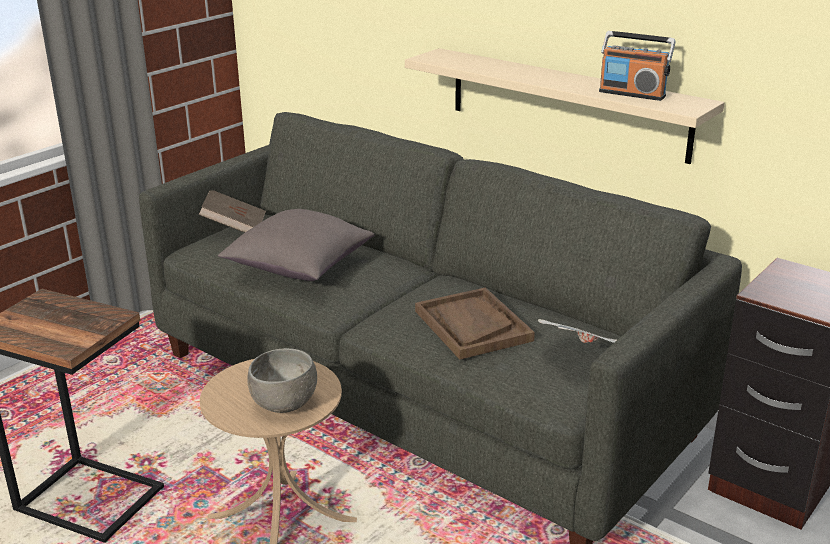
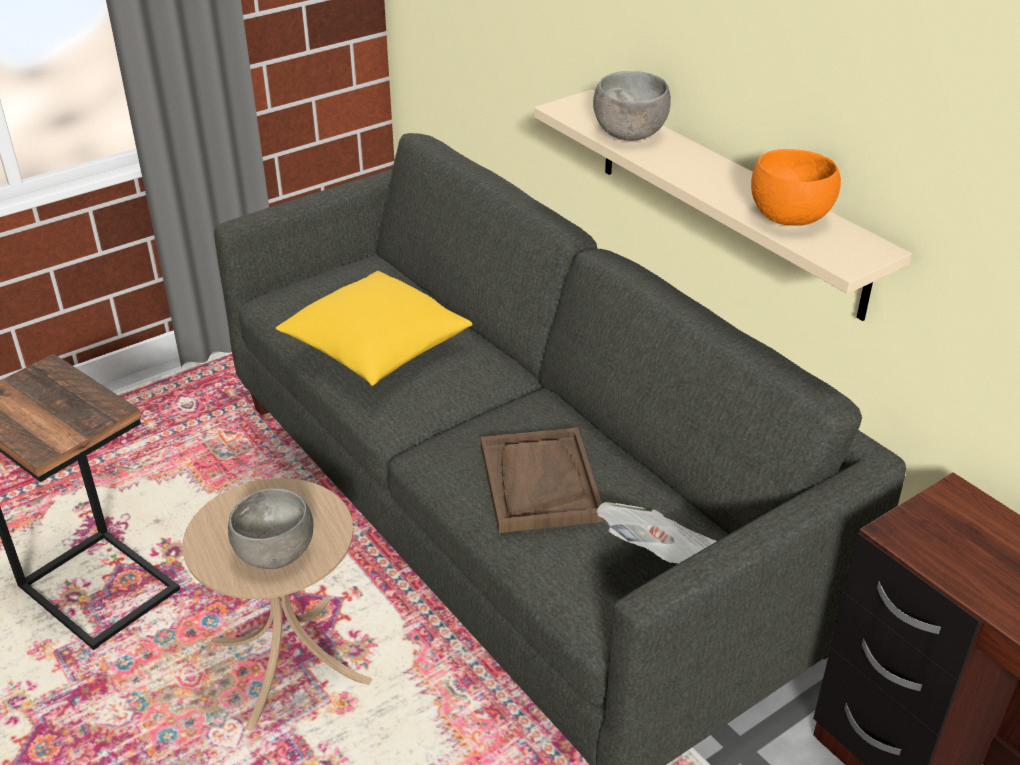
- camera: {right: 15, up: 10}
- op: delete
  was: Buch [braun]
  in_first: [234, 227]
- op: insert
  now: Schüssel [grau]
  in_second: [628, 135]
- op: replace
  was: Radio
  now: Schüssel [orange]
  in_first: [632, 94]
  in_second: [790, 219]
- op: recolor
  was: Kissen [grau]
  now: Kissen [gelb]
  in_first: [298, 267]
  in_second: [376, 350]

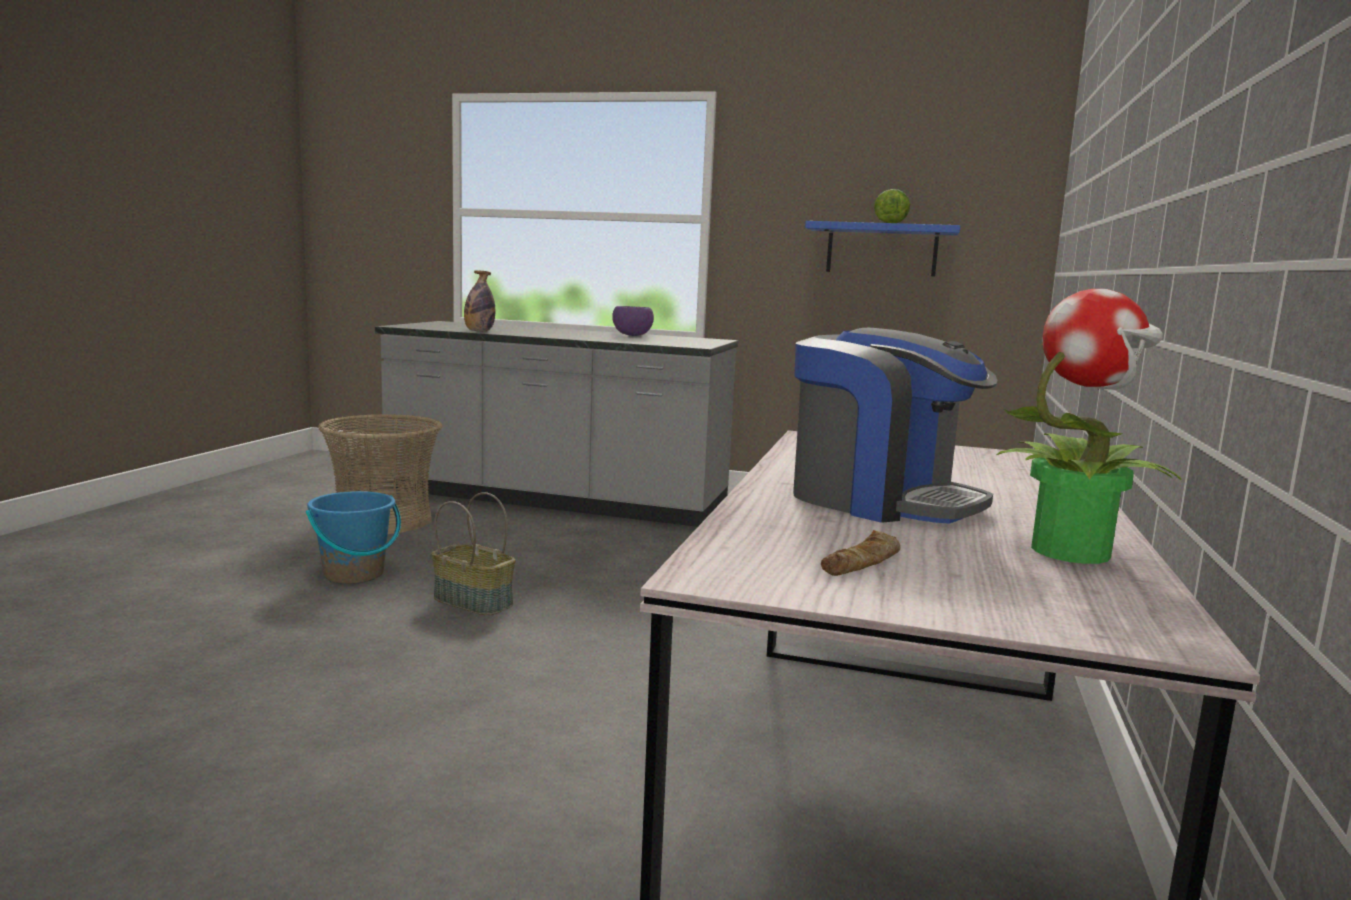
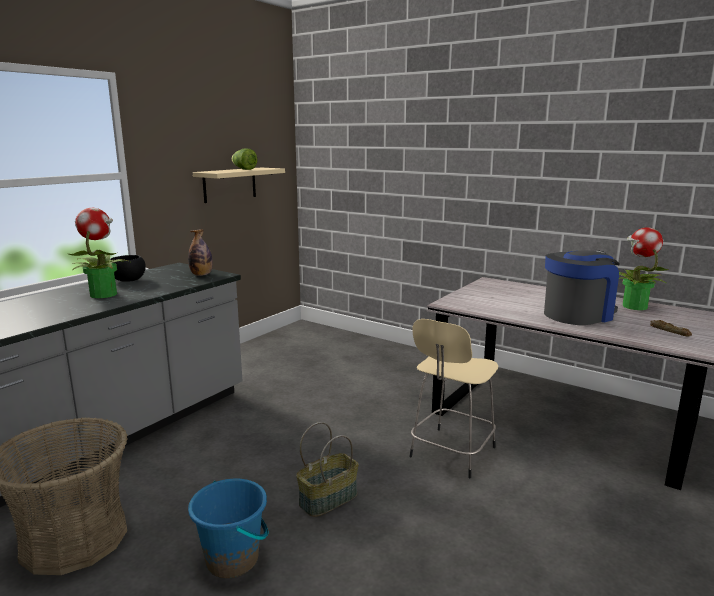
- camera: {right: -70, up: 5}
- op: insert
  now: Topfpflanze
  in_second: [103, 294]
- op: insert
  now: Hocker [beige]
  in_second: [451, 453]
- op: move
  was: Flasche
  in_first: [479, 331]
  in_second: [201, 275]
- op: recolor
  was: Schüssel [lila]
  now: Schüssel [schwarz]
  in_first: [632, 335]
  in_second: [128, 280]
- op: recolor
  was: Wandregal [blau]
  now: Wandregal [beige]
  in_first: [881, 250]
  in_second: [229, 184]

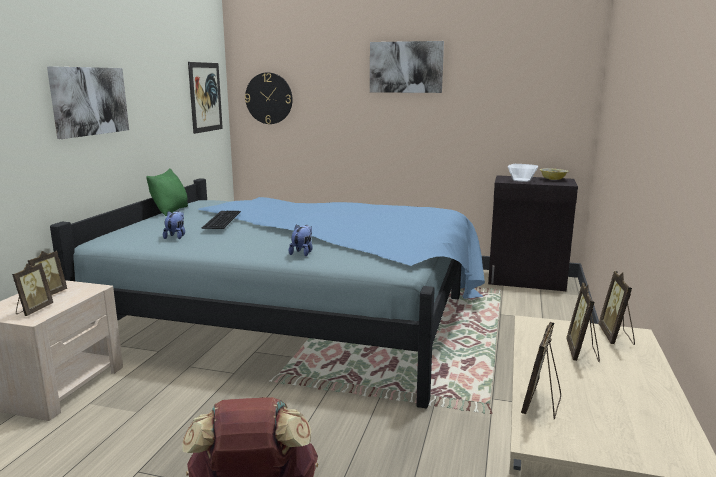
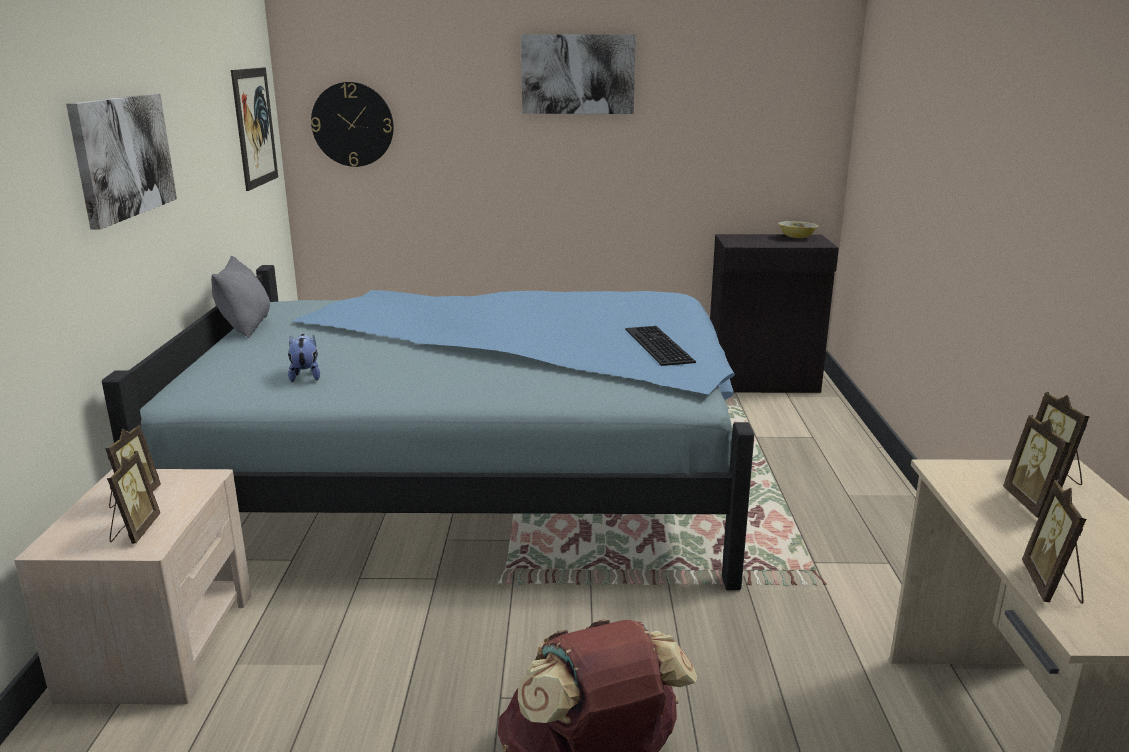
- camera: {right: -15, up: 5}
- op: delete
  was: Plüschtier
  in_first: [302, 253]
- op: delete
  was: Schüssel
  in_first: [521, 180]
- op: move
  was: Tastatur
  in_first: [221, 219]
  in_second: [656, 345]
- op: recolor
  was: Kissen [grün]
  now: Kissen [grau]
  in_first: [170, 211]
  in_second: [246, 327]

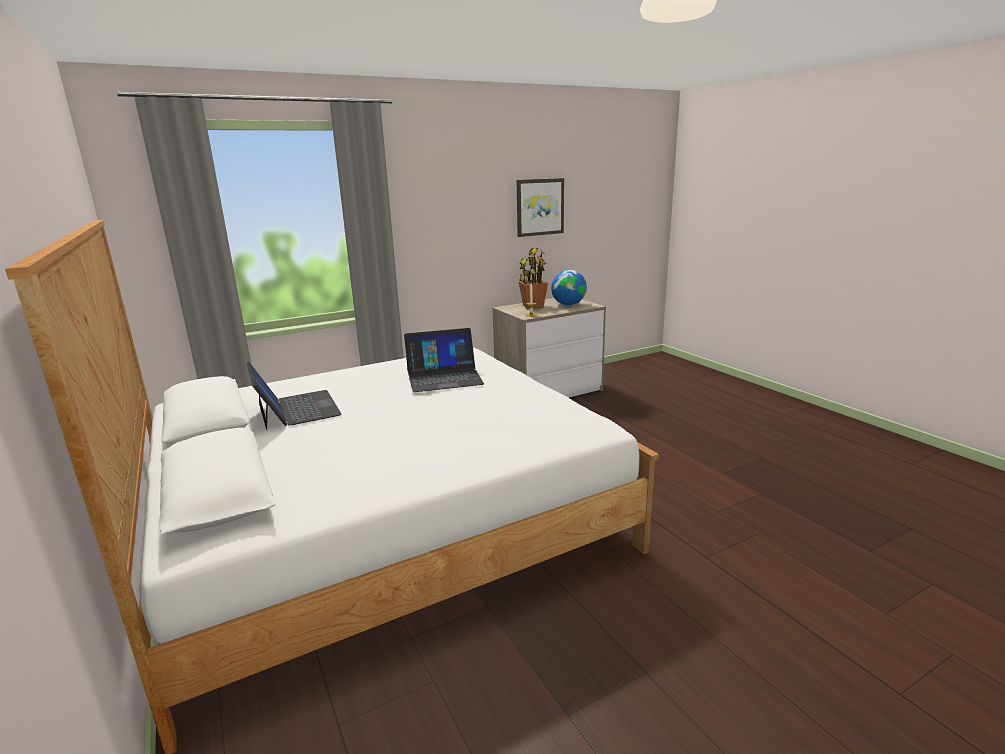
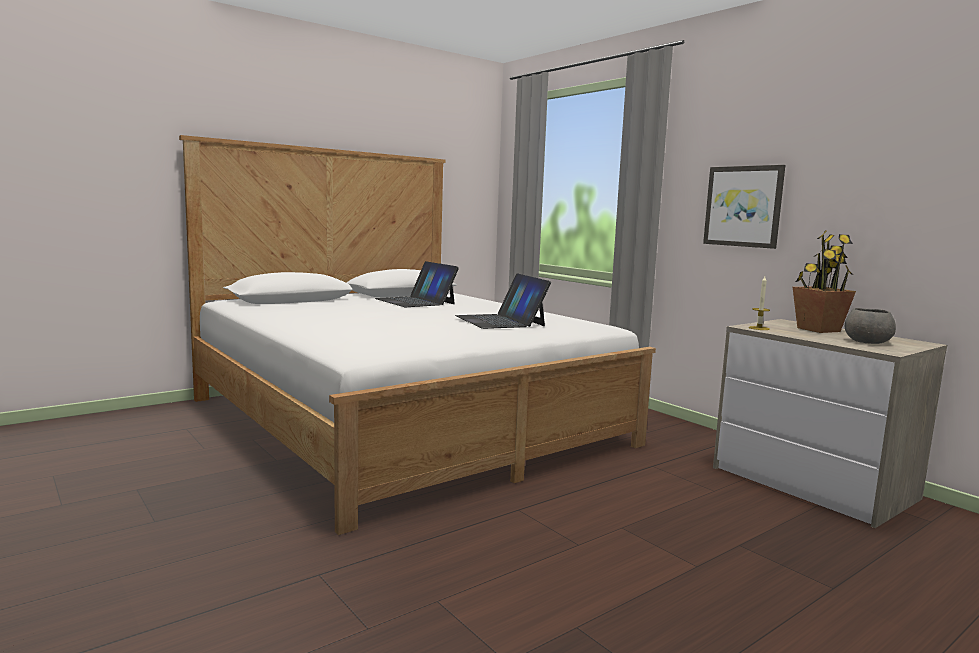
- camera: {right: 80, up: -10}
- op: move
  was: Bild
  in_first: [539, 207]
  in_second: [743, 206]
- op: replace
  was: Globus
  now: Schüssel [grau]
  in_first: [568, 304]
  in_second: [866, 342]
- op: rotate
  was: Laptop
  in_first: [296, 409]
  in_second: [415, 301]
  clockwise: 90

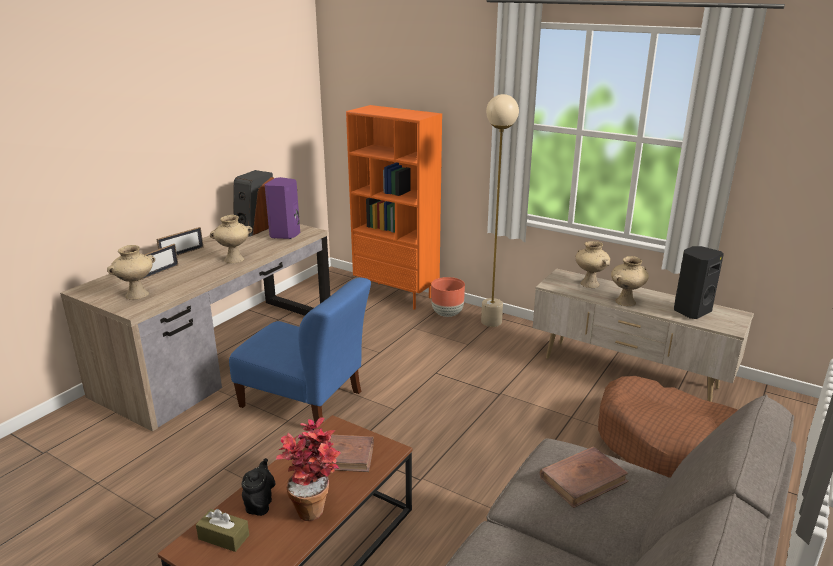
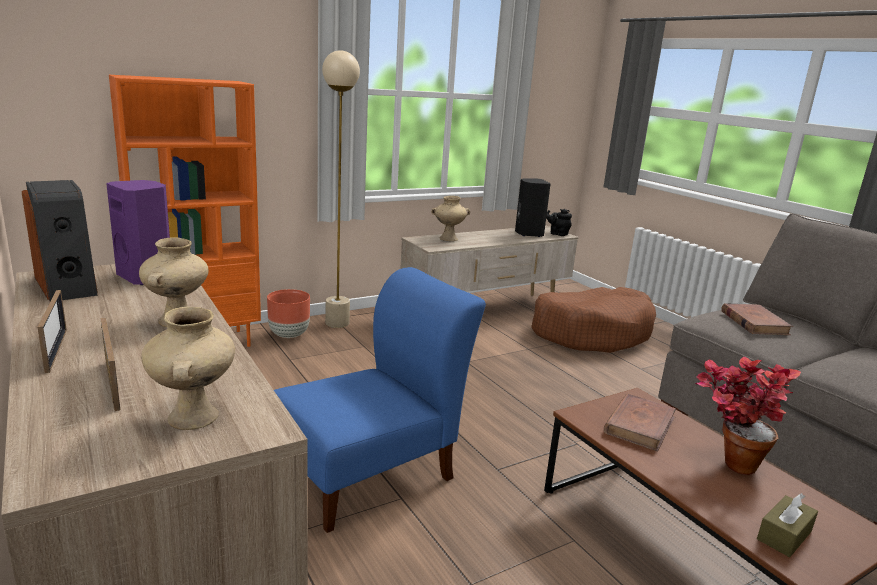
- camera: {right: -65, up: -5}
- op: delete
  was: Vase [beige]
  in_first: [625, 302]
- op: move
  was: Teekanne [schwarz]
  in_first: [260, 503]
  in_second: [557, 234]

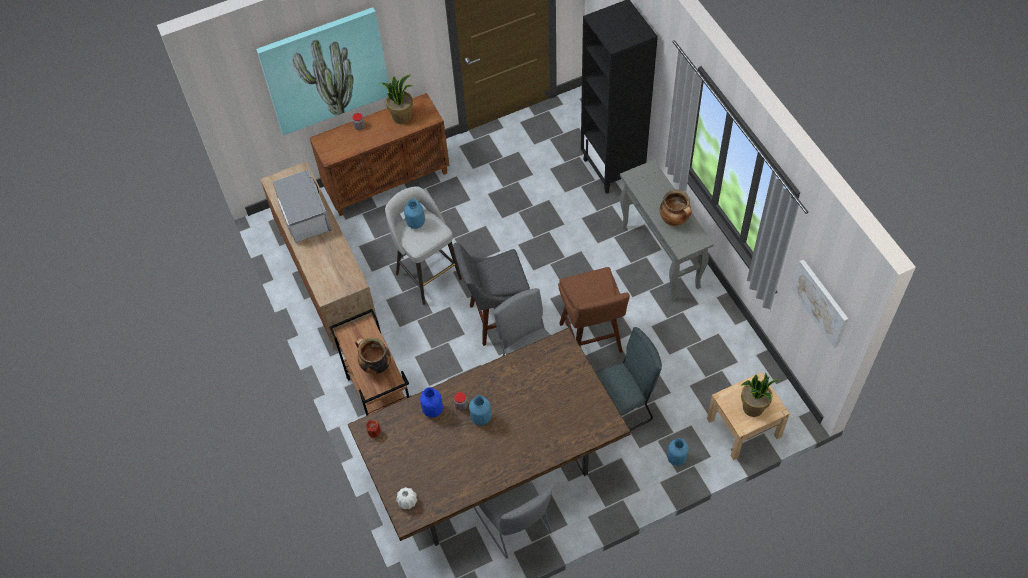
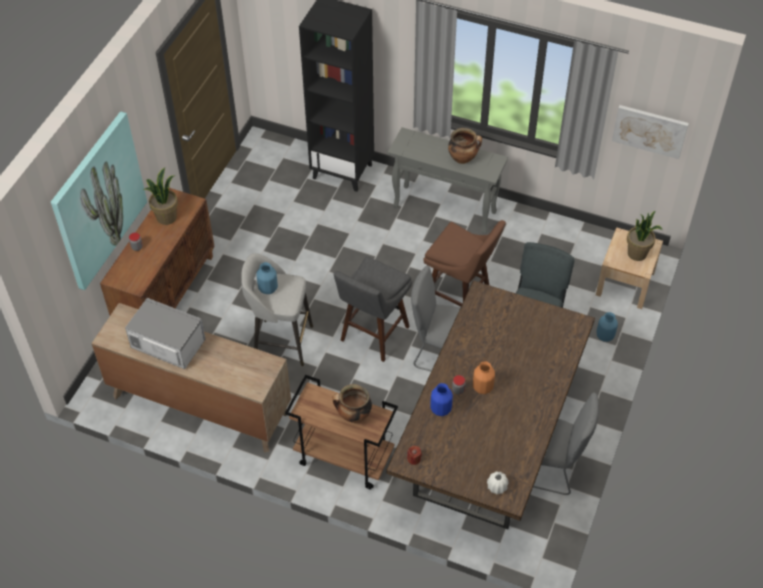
- camera: {right: -45, up: -5}
- op: recolor
  was: Vase [blau]
  now: Vase [orange]
  in_first: [481, 418]
  in_second: [483, 387]

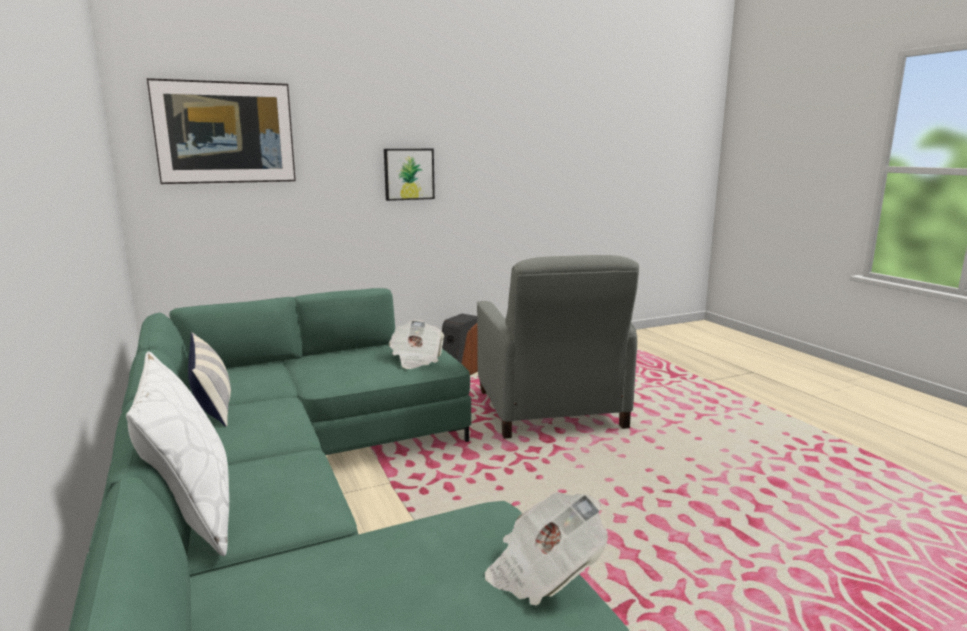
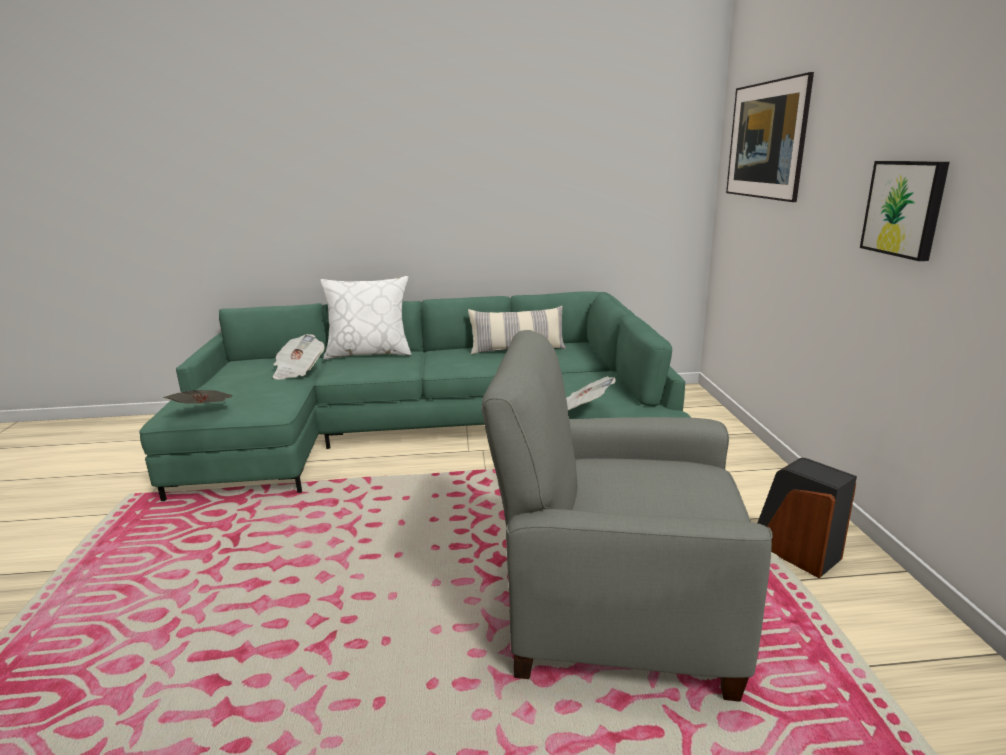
- camera: {right: 110, up: 5}
- op: insert
  now: Zeitung
  in_second: [298, 371]

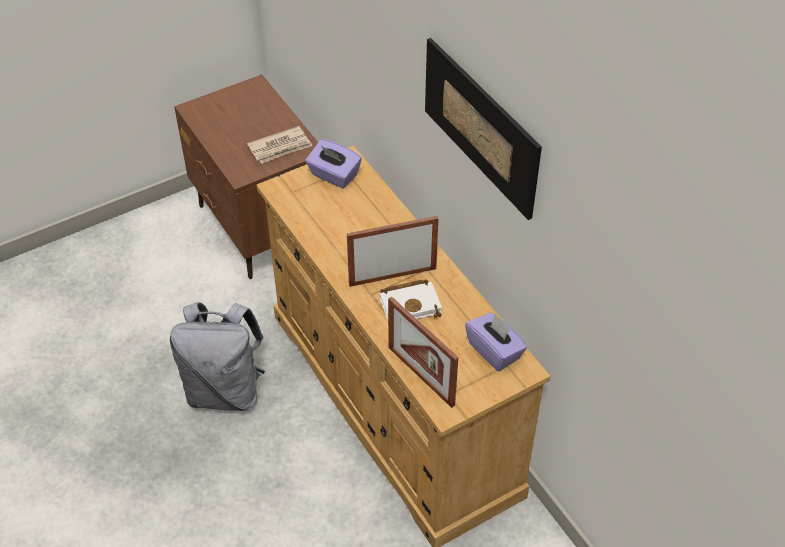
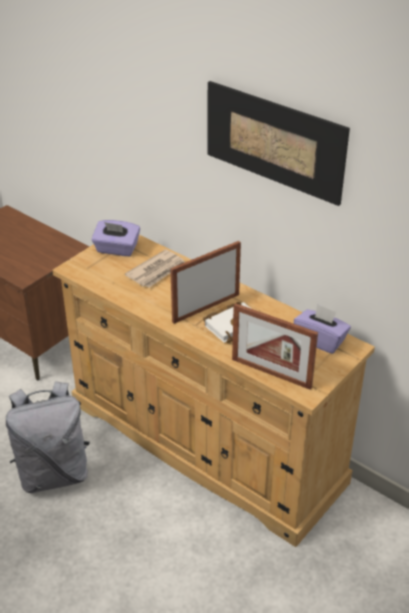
- camera: {right: -20, up: -10}
- op: move
  was: Zeitung
  in_first: [280, 147]
  in_second: [157, 271]

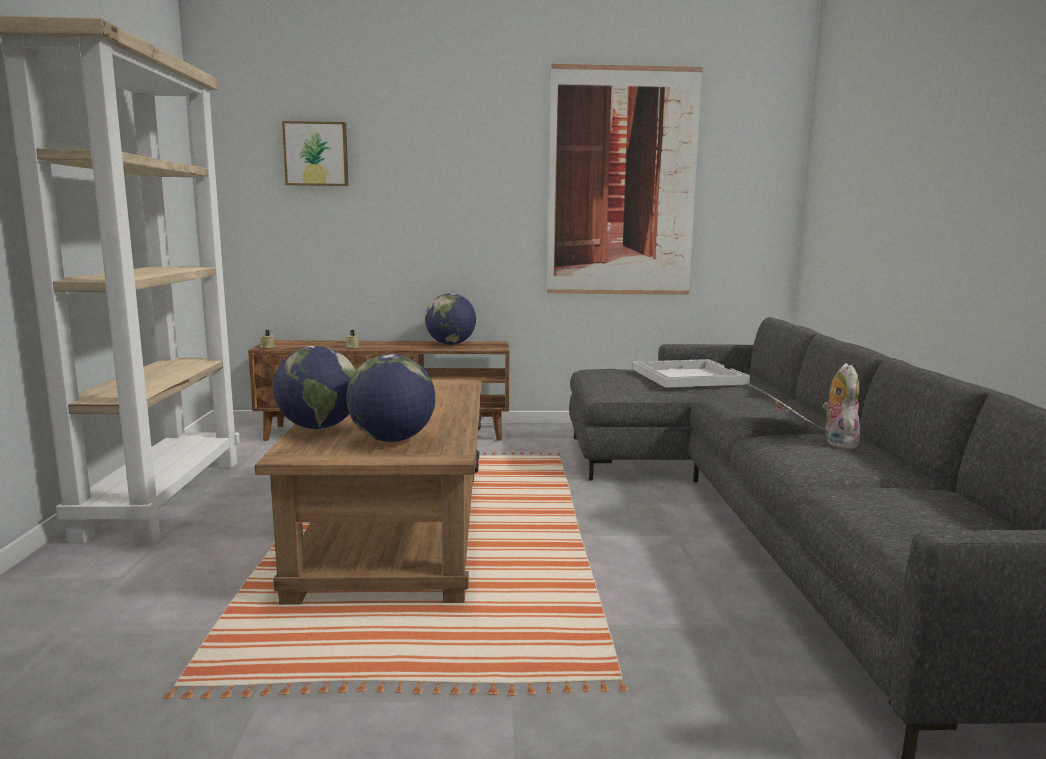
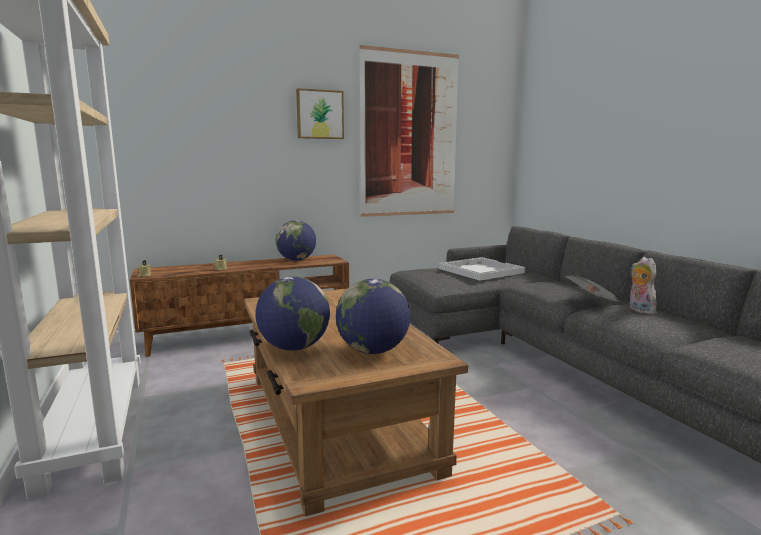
- camera: {right: -20, up: 0}
- op: move
  was: Bild
  in_first: [316, 154]
  in_second: [319, 114]

